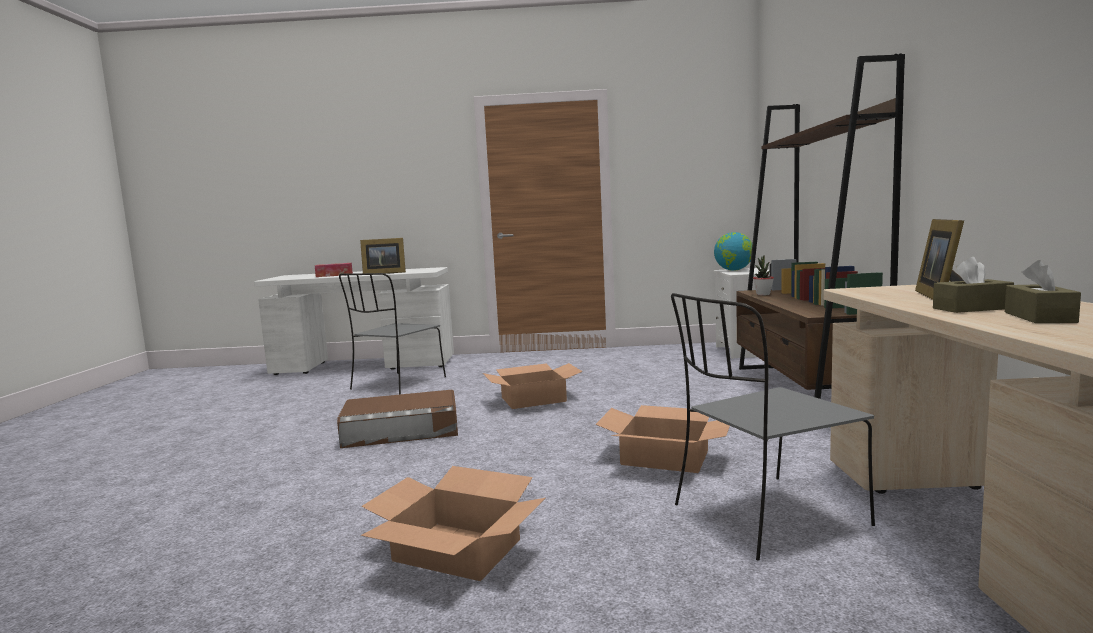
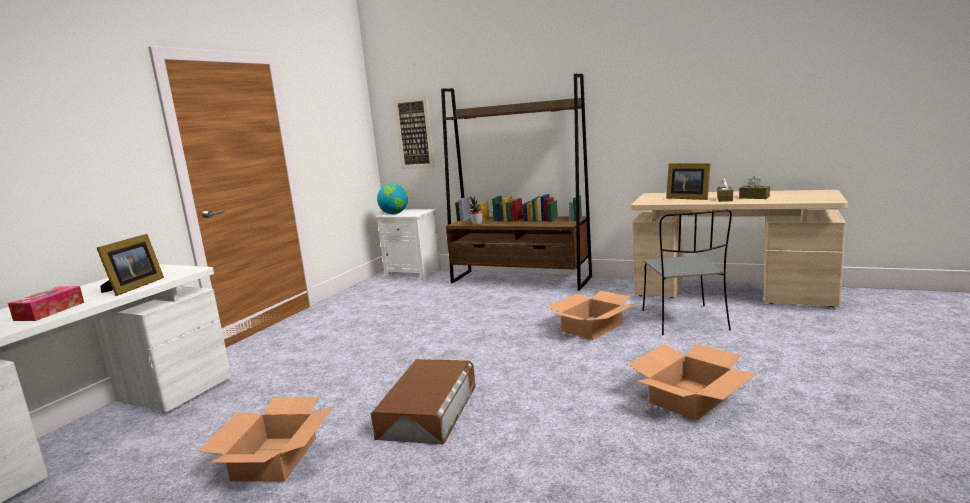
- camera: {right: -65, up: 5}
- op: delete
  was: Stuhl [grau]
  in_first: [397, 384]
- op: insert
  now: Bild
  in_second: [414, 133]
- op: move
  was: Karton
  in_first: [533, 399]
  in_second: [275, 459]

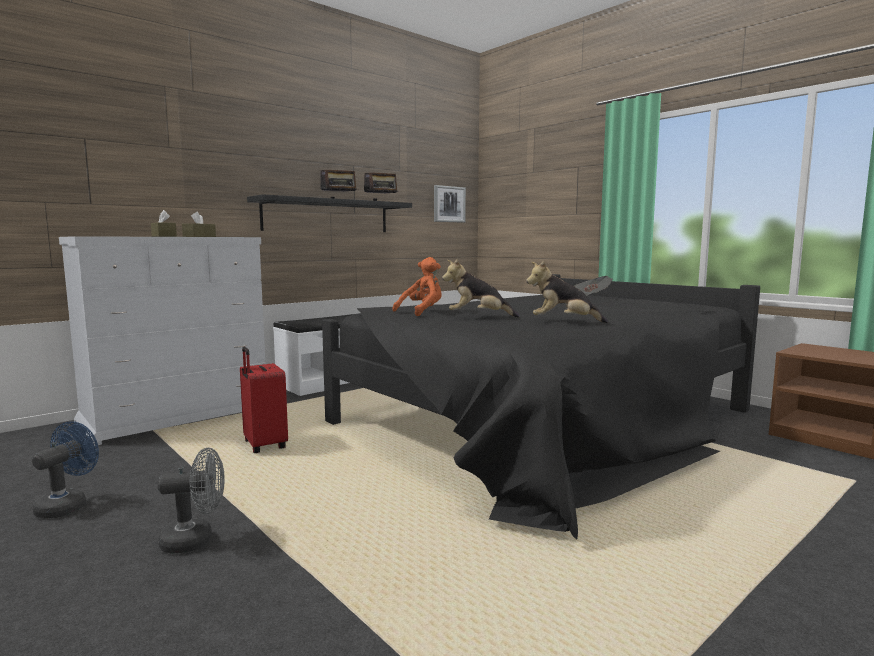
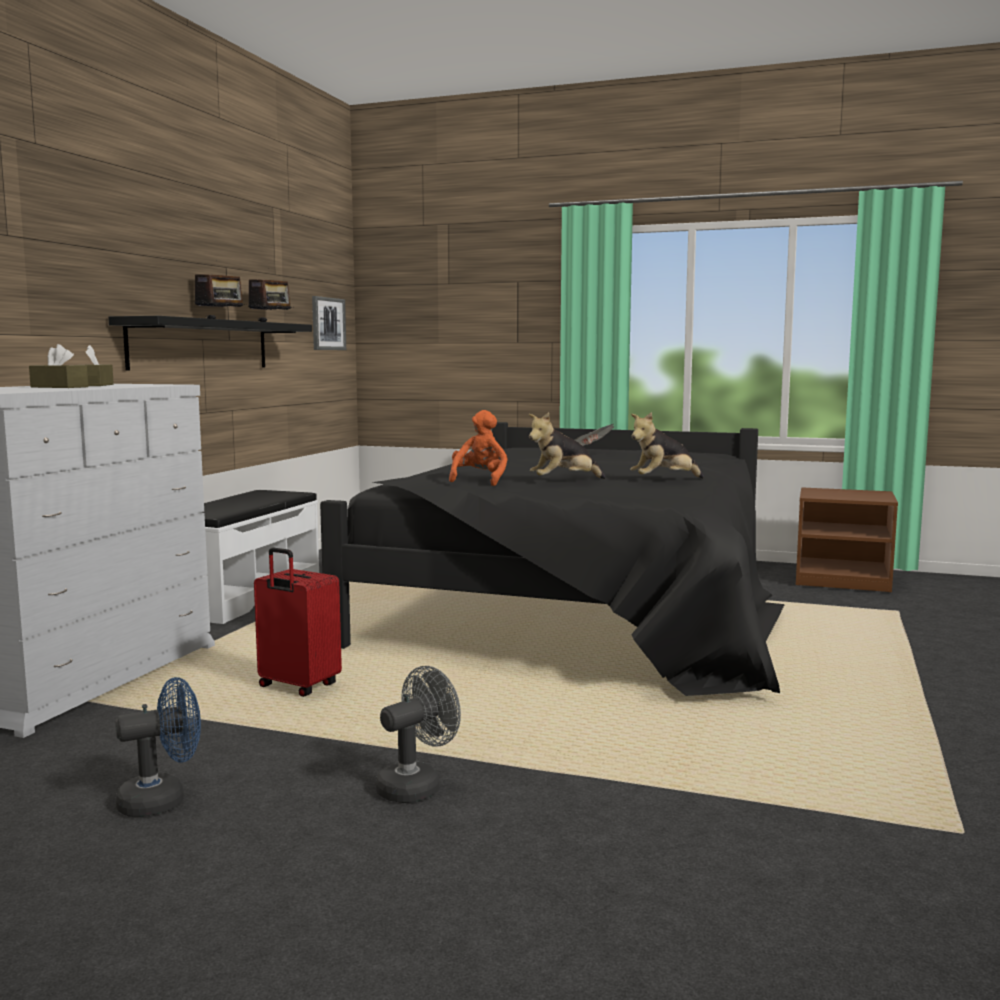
- camera: {right: -30, up: 0}
- op: rotate
  was: Ventilator [blau]
  in_first: [67, 505]
  in_second: [163, 800]
  clockwise: 75

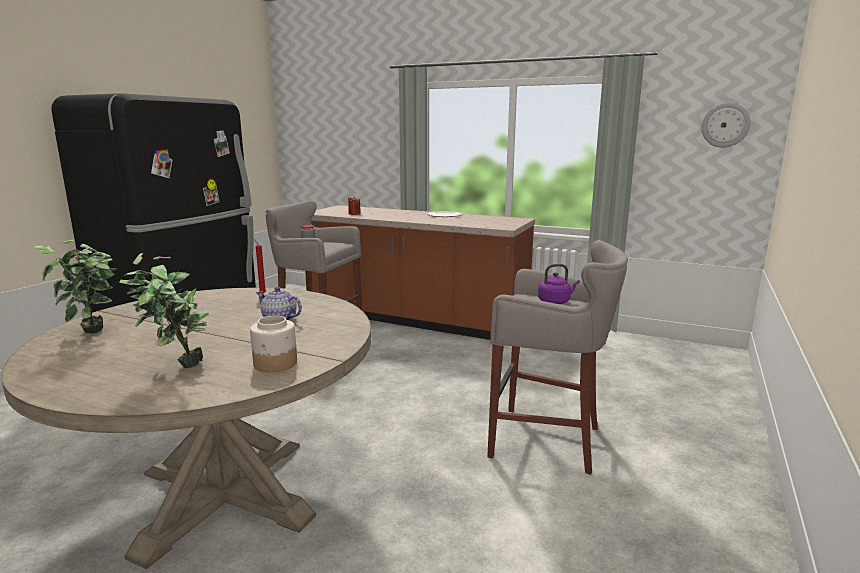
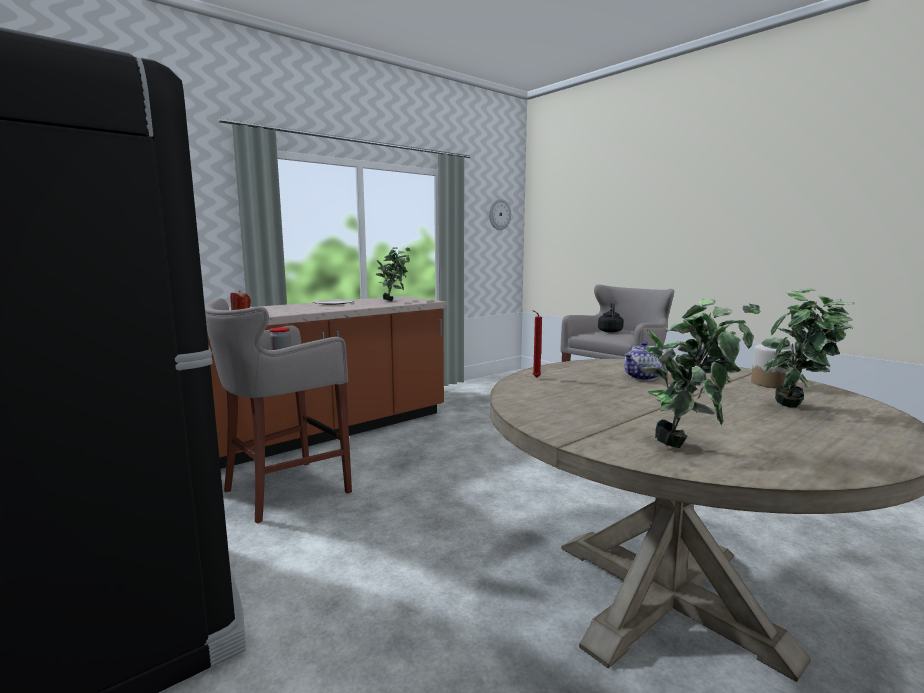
- camera: {right: -65, up: -5}
- op: insert
  now: Topfpflanze
  in_second: [394, 301]
- op: recolor
  was: Wasserkessel [lila]
  now: Wasserkessel [schwarz]
  in_first: [555, 302]
  in_second: [610, 331]

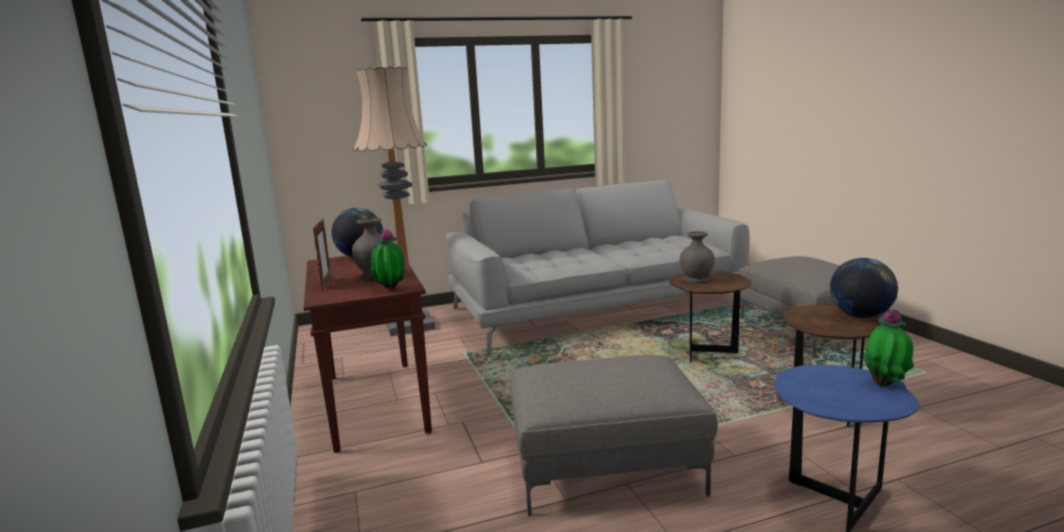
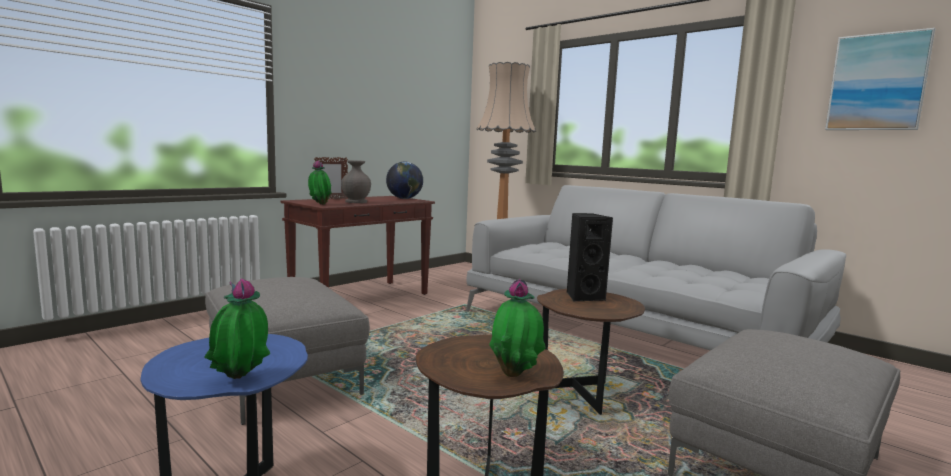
- camera: {right: 60, up: -5}
- op: insert
  now: Bild
  in_second: [877, 82]
- op: replace
  was: Vase [grau]
  now: Lautsprecher [schwarz]
  in_first: [695, 279]
  in_second: [583, 297]
- op: replace
  was: Globus
  now: Topfpflanze
  in_first: [860, 316]
  in_second: [515, 374]

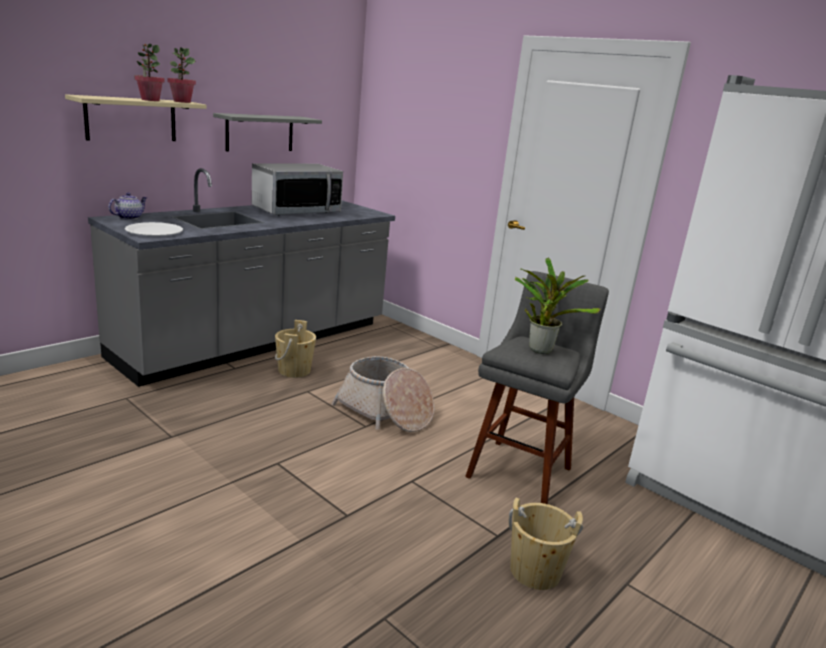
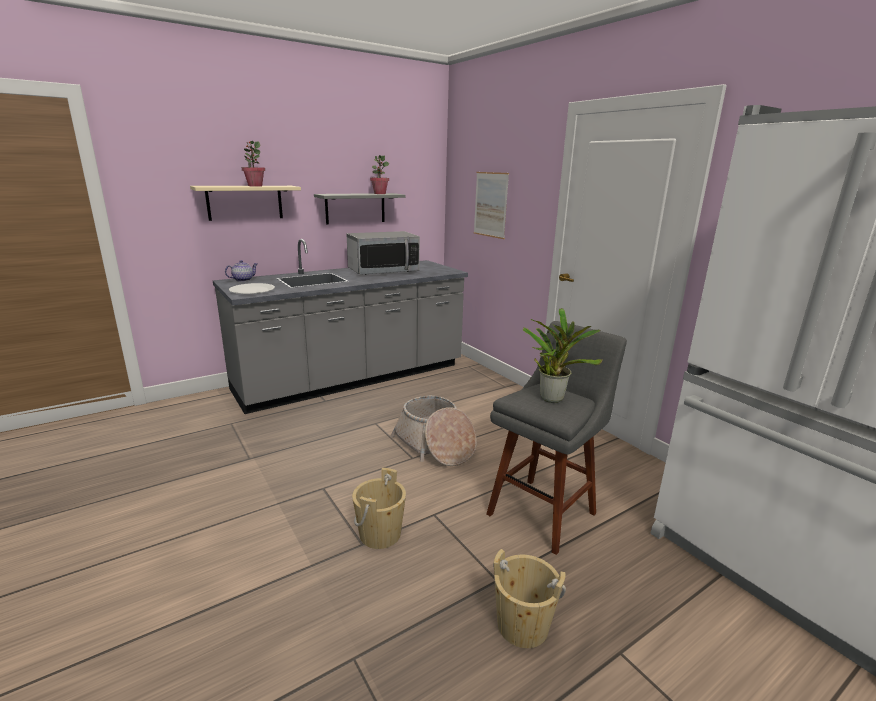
- camera: {right: 15, up: 0}
- op: insert
  now: Bild
  in_second: [490, 204]
- op: move
  was: Topfpflanze
  in_first: [182, 101]
  in_second: [379, 193]
- op: move
  was: Eimer [beige]
  in_first: [294, 370]
  in_second: [380, 534]

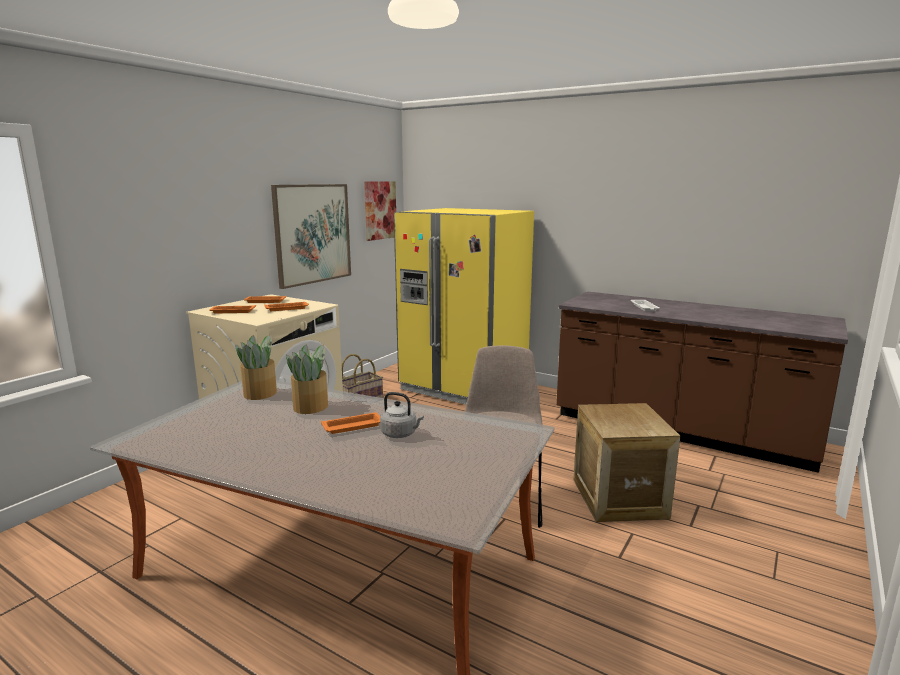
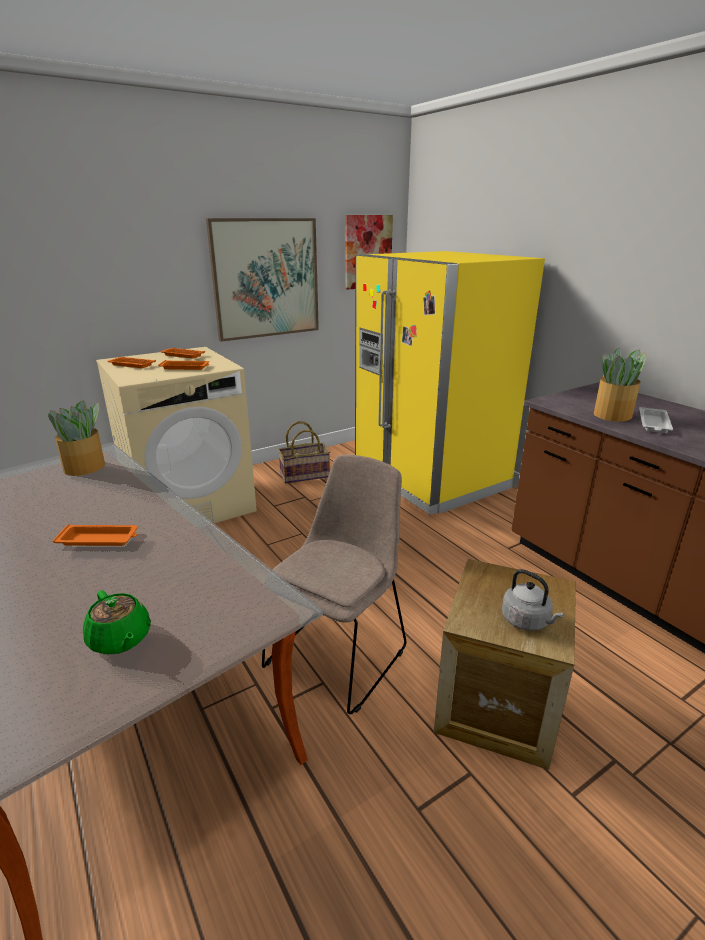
- camera: {right: 25, up: 10}
- op: insert
  now: Teekanne [grün]
  in_second: [120, 639]
- op: move
  was: Topfpflanze
  in_first: [311, 406]
  in_second: [613, 415]
- op: move
  was: Wasserkessel [grau]
  in_first: [400, 434]
  in_second: [527, 621]

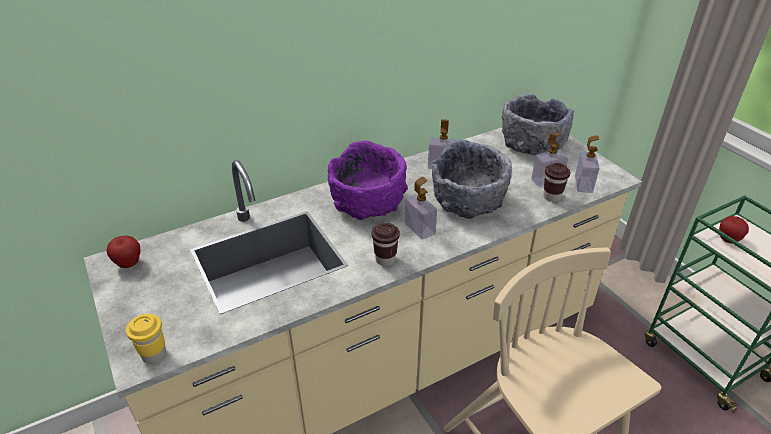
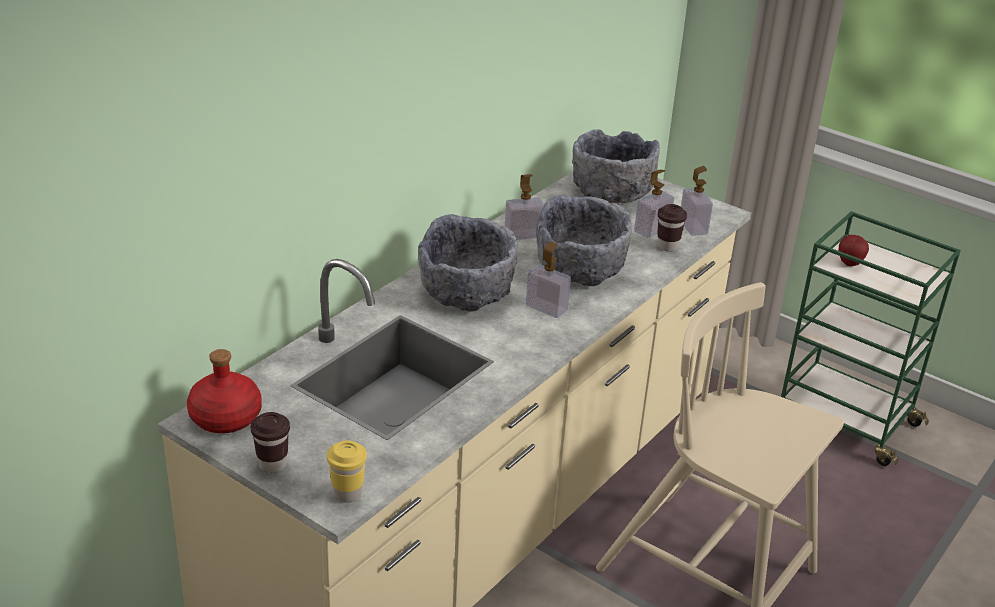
- camera: {right: -25, up: -5}
- op: move
  was: Tasse [braun]
  in_first: [385, 259]
  in_second: [272, 464]
- op: replace
  was: Apfel
  now: Flasche [rot]
  in_first: [129, 264]
  in_second: [226, 417]
- op: recolor
  was: Schüssel [lila]
  now: Schüssel [grau]
  in_first: [368, 203]
  in_second: [467, 292]

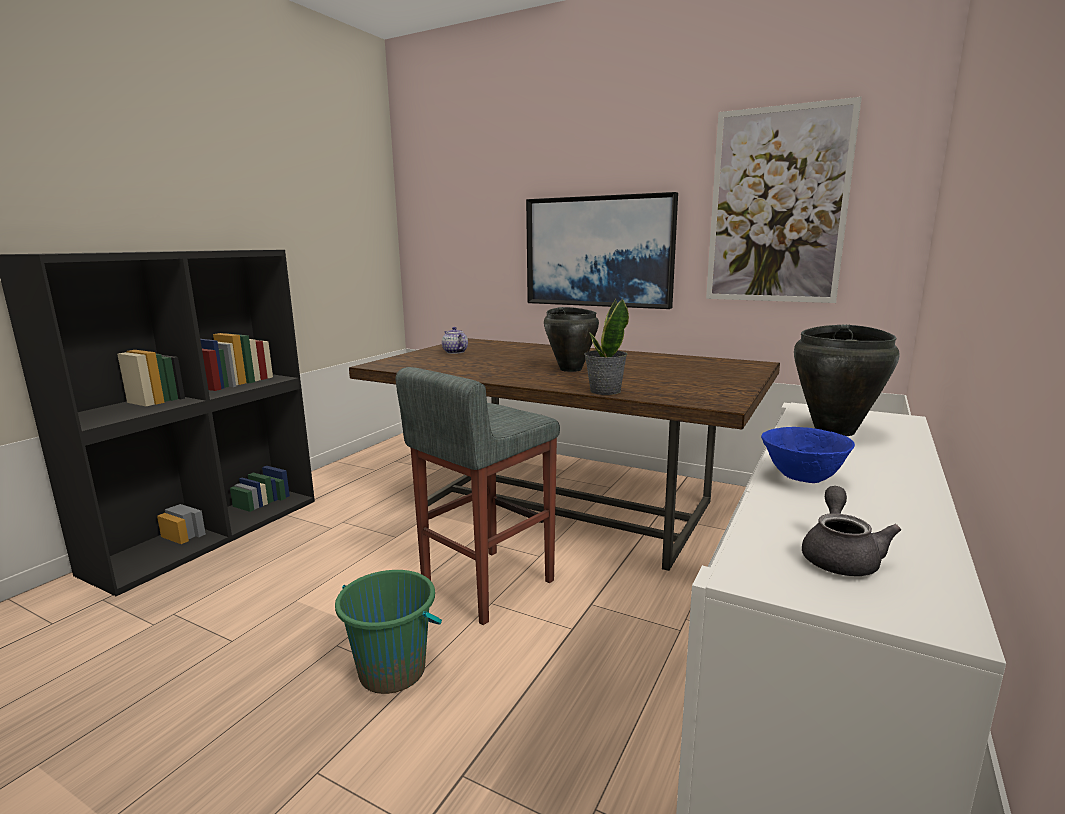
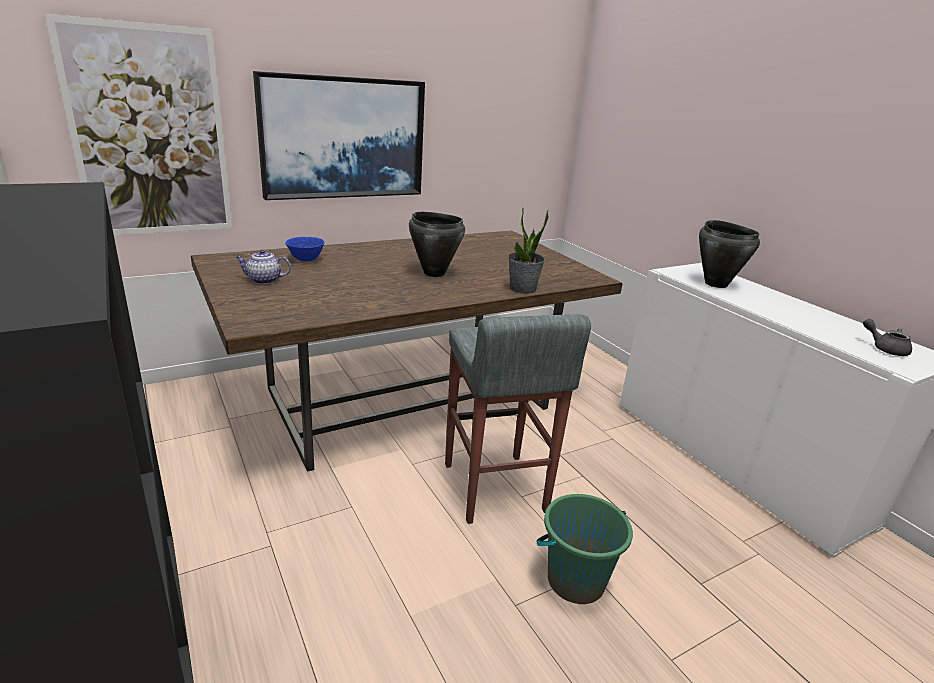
- camera: {right: -60, up: 10}
- op: move
  was: Bild
  in_first: [777, 207]
  in_second: [150, 134]
- op: move
  was: Schüssel [blau]
  in_first: [801, 478]
  in_second: [305, 260]

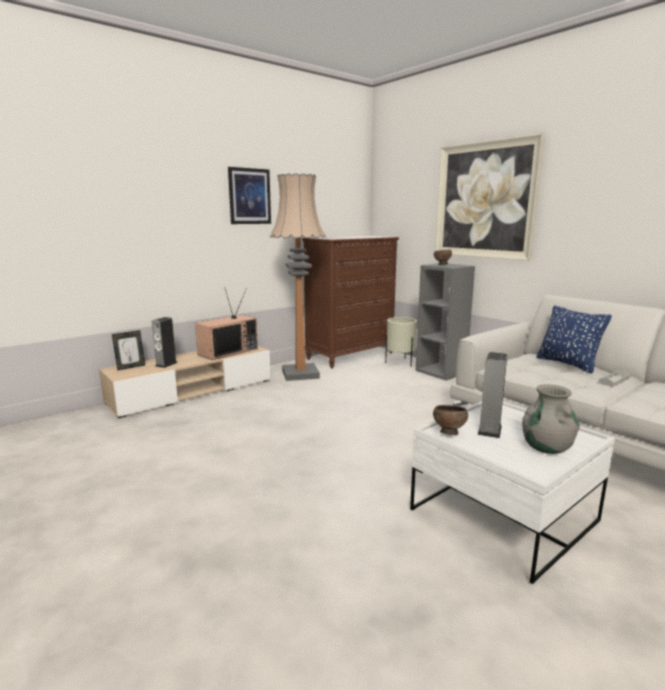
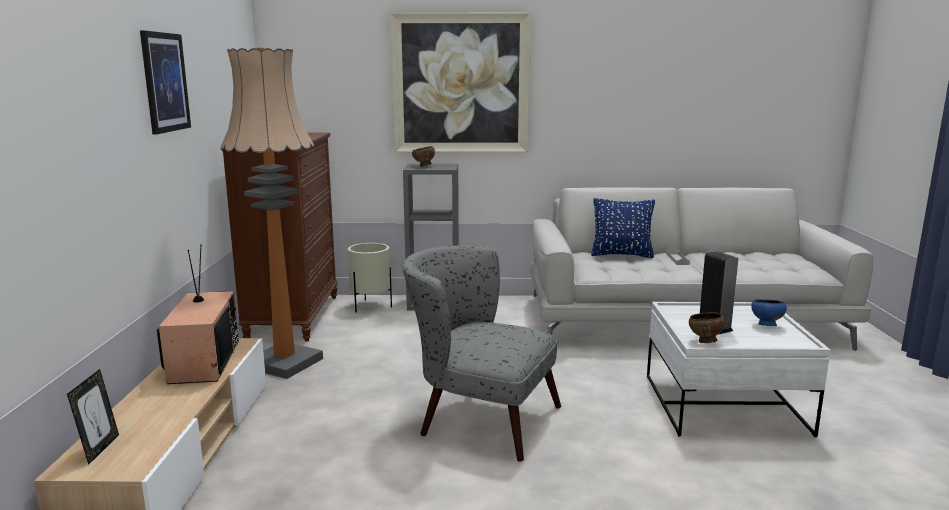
- camera: {right: -50, up: 0}
- op: delete
  was: Lautsprecher
  in_first: [166, 364]
- op: insert
  now: Sessel [grau]
  in_second: [477, 418]
- op: replace
  was: Vase [grau]
  now: Schüssel [blau]
  in_first: [546, 448]
  in_second: [766, 325]

